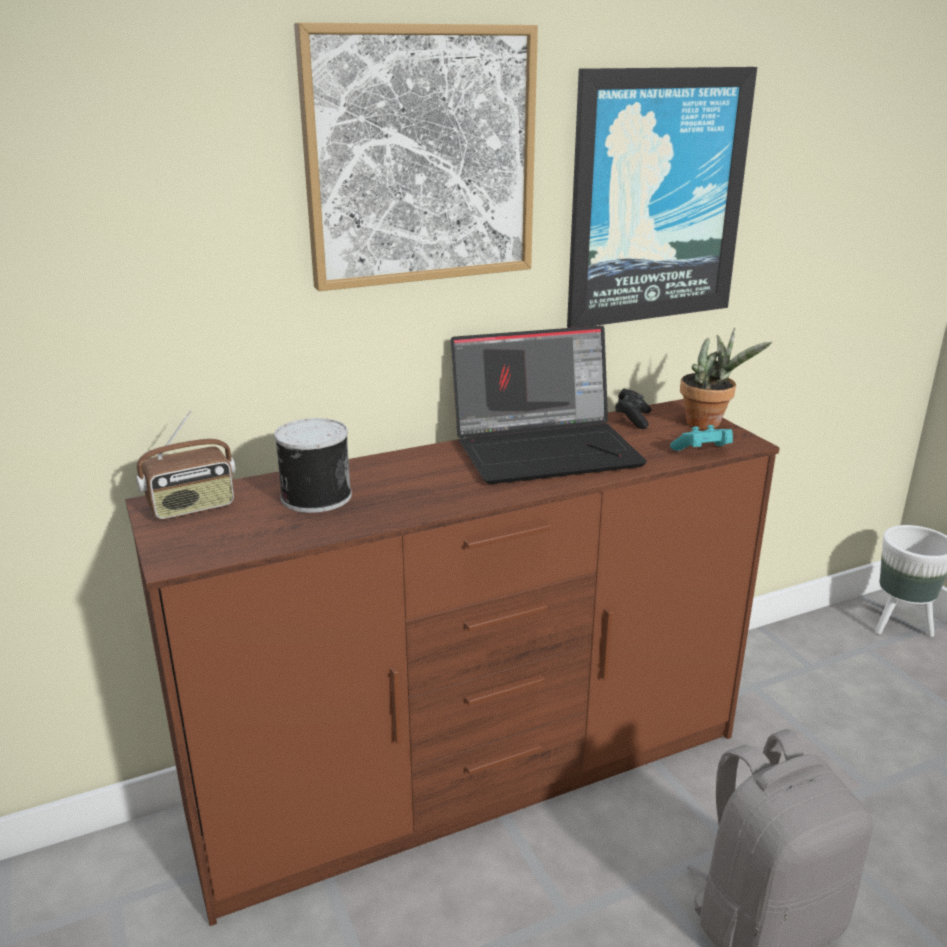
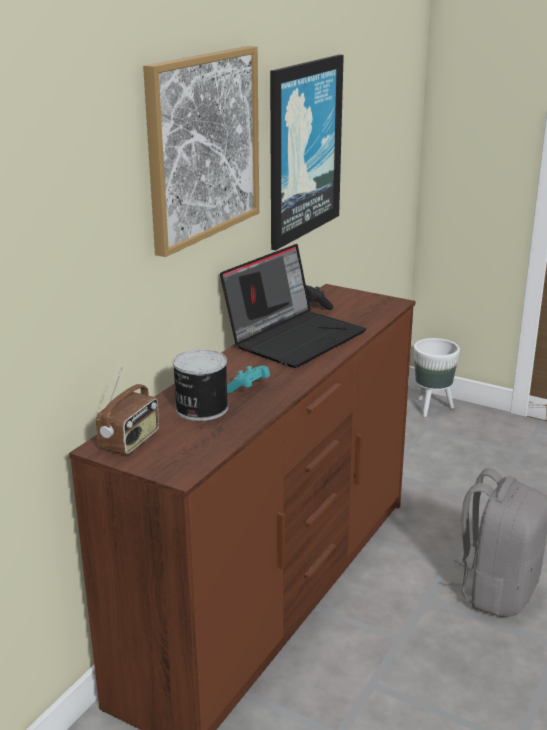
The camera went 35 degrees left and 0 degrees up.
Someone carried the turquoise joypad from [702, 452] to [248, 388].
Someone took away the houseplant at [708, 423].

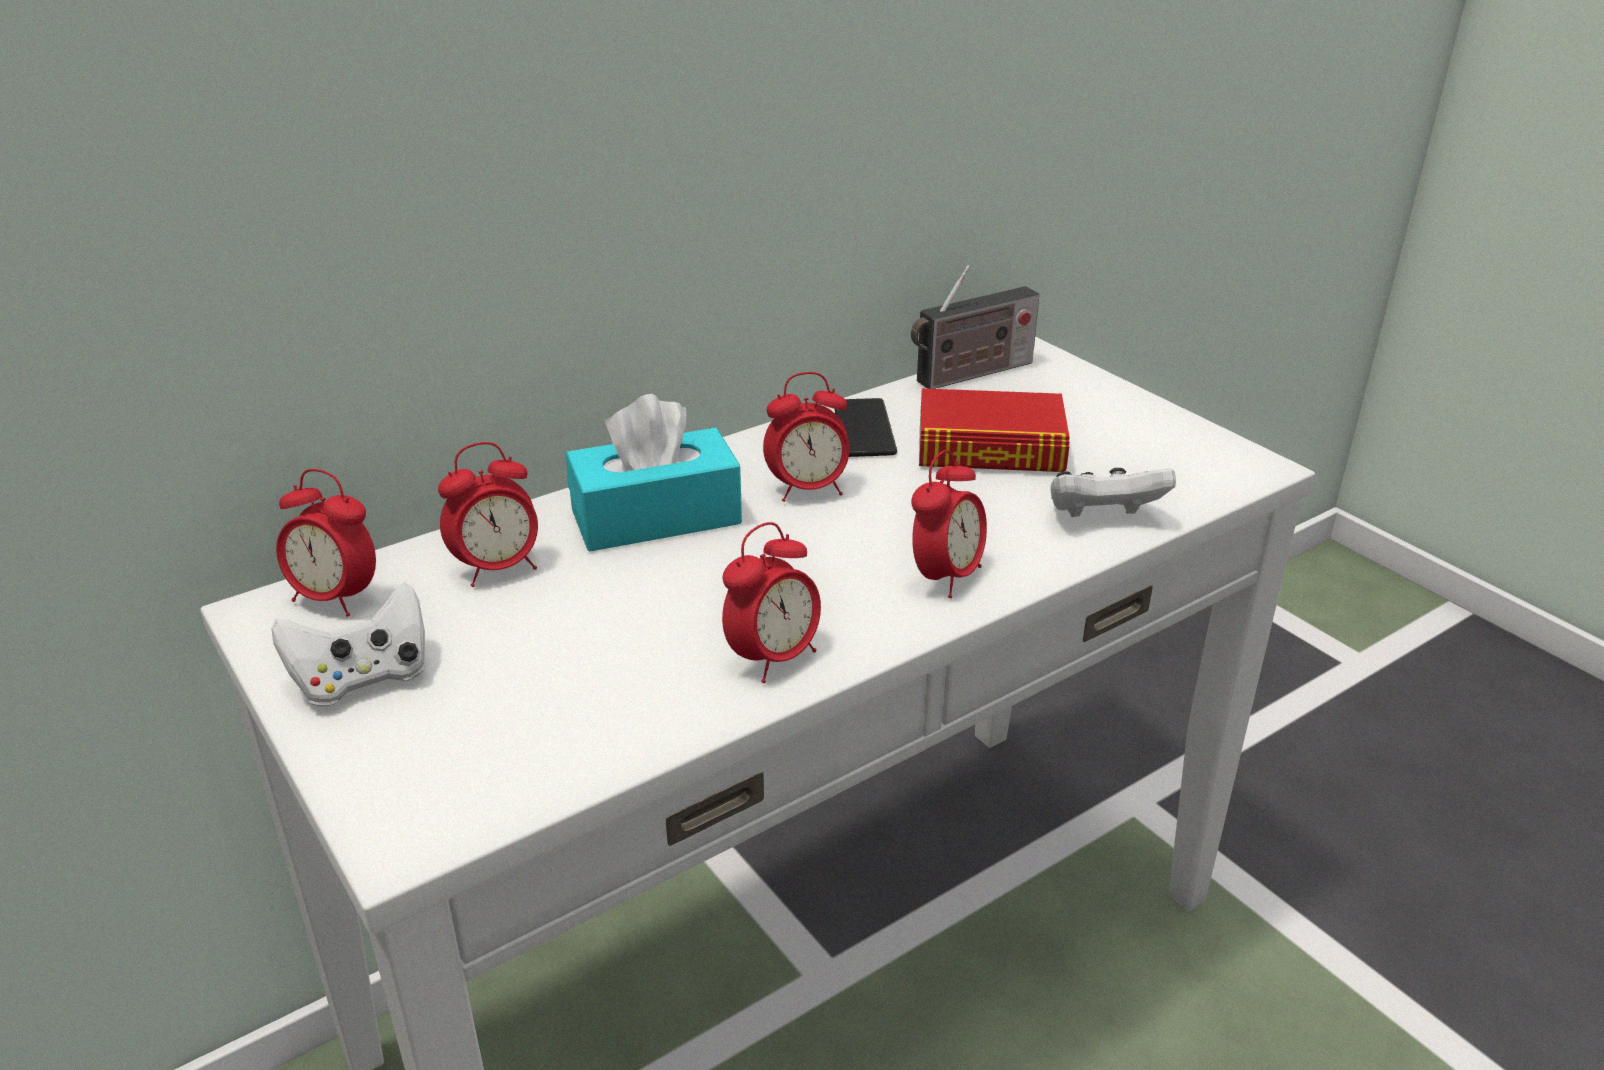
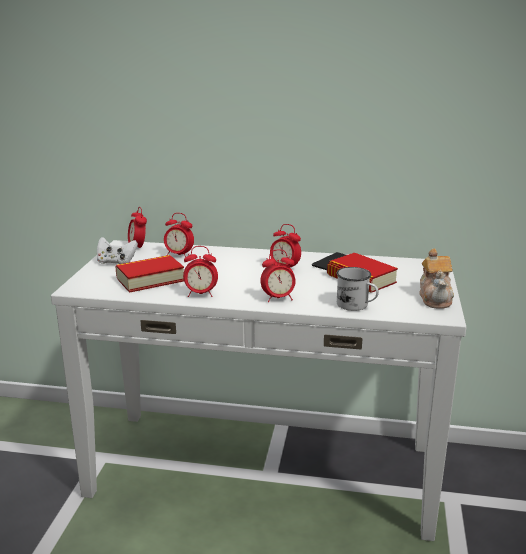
The camera went 45 degrees right and 10 degrees down.
Someone put down the book at [150, 279].
Someone swapped the white joypad at [1102, 517] for the white mug at [356, 306].
Someone put down the teapot at [435, 298].
Someone took away the turquoise tissue box at [656, 517].
Someone took away the radio receiver at [970, 374].

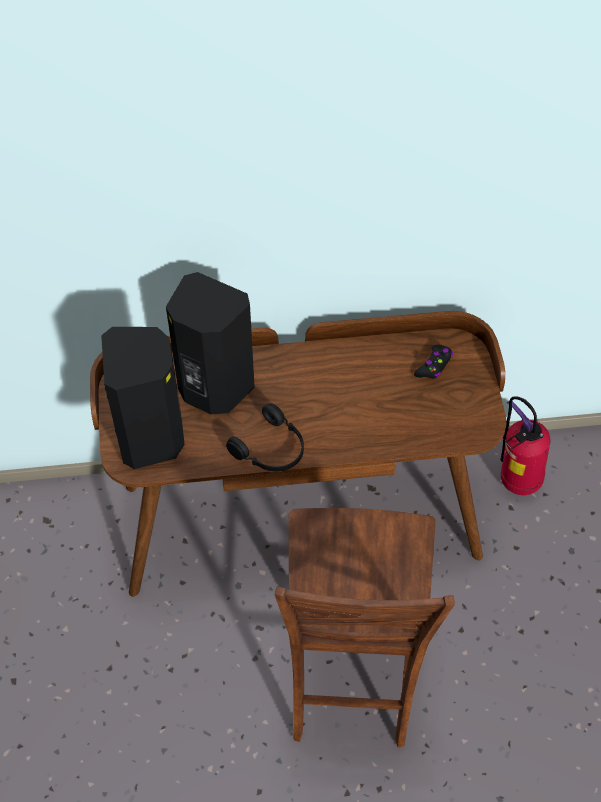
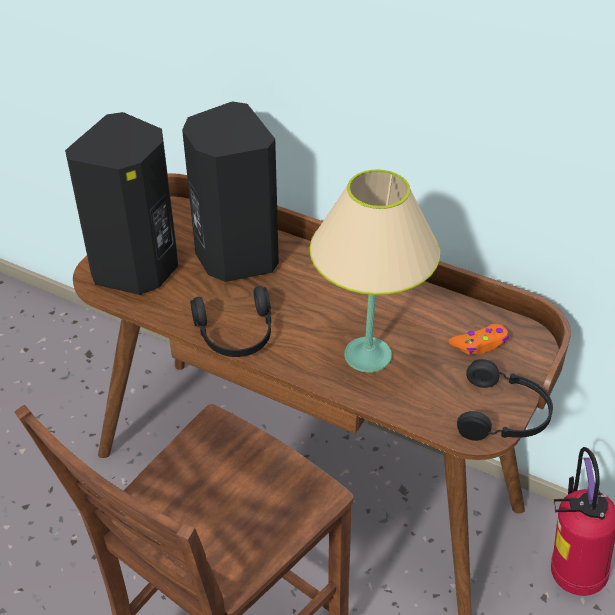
The camera went 35 degrees right and 10 degrees down.
Someone put down the beige-coloured lamp for a table at [368, 355].
Someone repainted the black joypad at [434, 366], which became the orange-coloured joypad at [480, 344].
Someone put down the black headset at [504, 415].

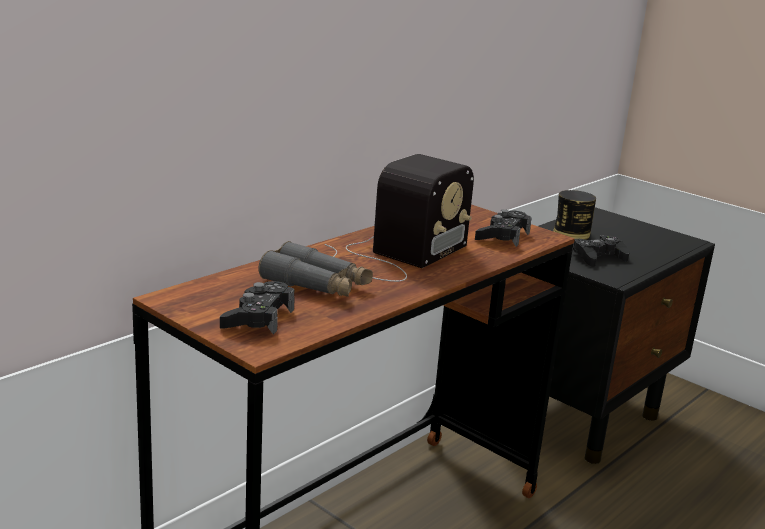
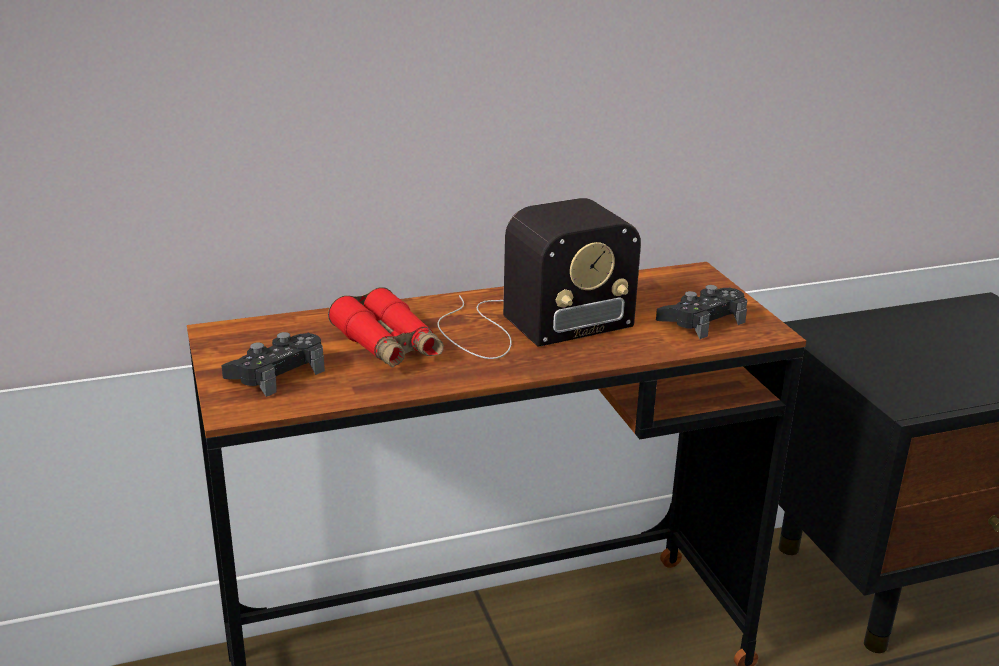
The camera went 30 degrees right and 5 degrees up.
Someone repainted the grey pair of binoculars at [316, 284], which became the red pair of binoculars at [388, 345].
Someone took away the metal can at [571, 234].
Someone took away the black joypad at [598, 257].

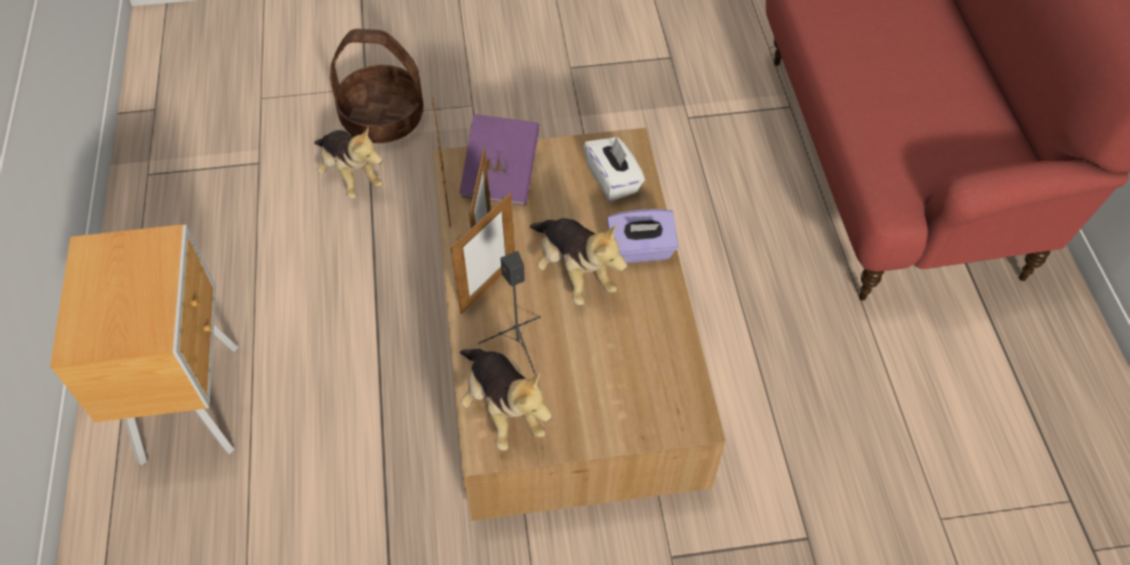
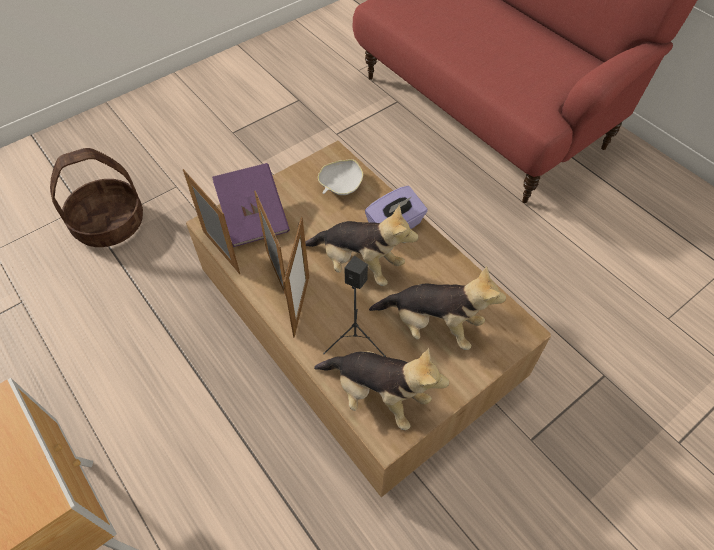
The camera went 30 degrees left and 0 degrees up.
Someone swapped the white tissue box at [613, 180] for the white bowl at [340, 185].
Someone carried the plush toy from [350, 175] to [433, 325].

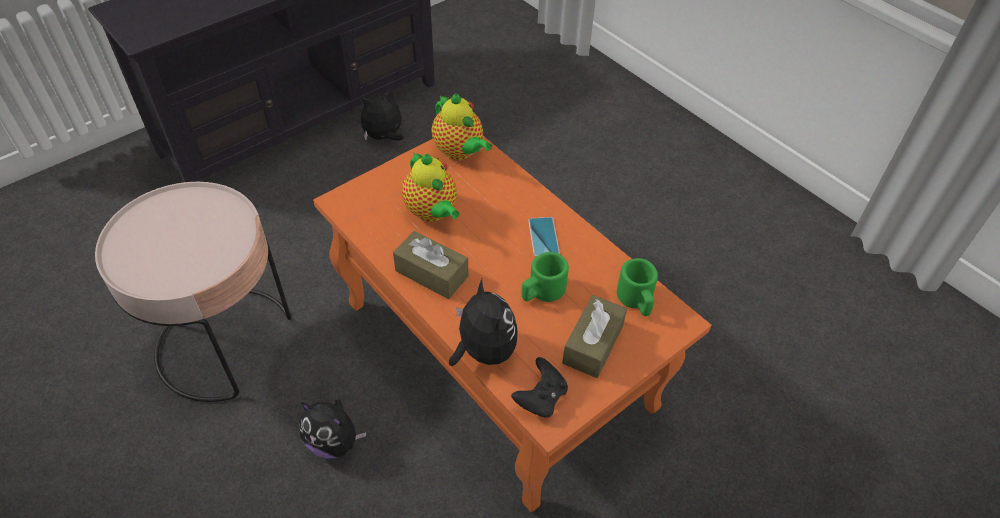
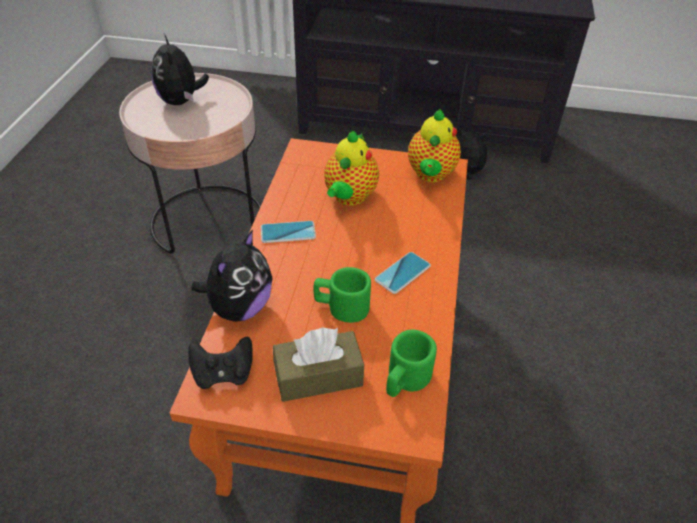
The camera went 50 degrees right and 5 degrees down.
Someone carried the plush toy from [334, 442] to [181, 101].
Someone swapped the brown tissue box at [431, 273] for the phone at [288, 232].

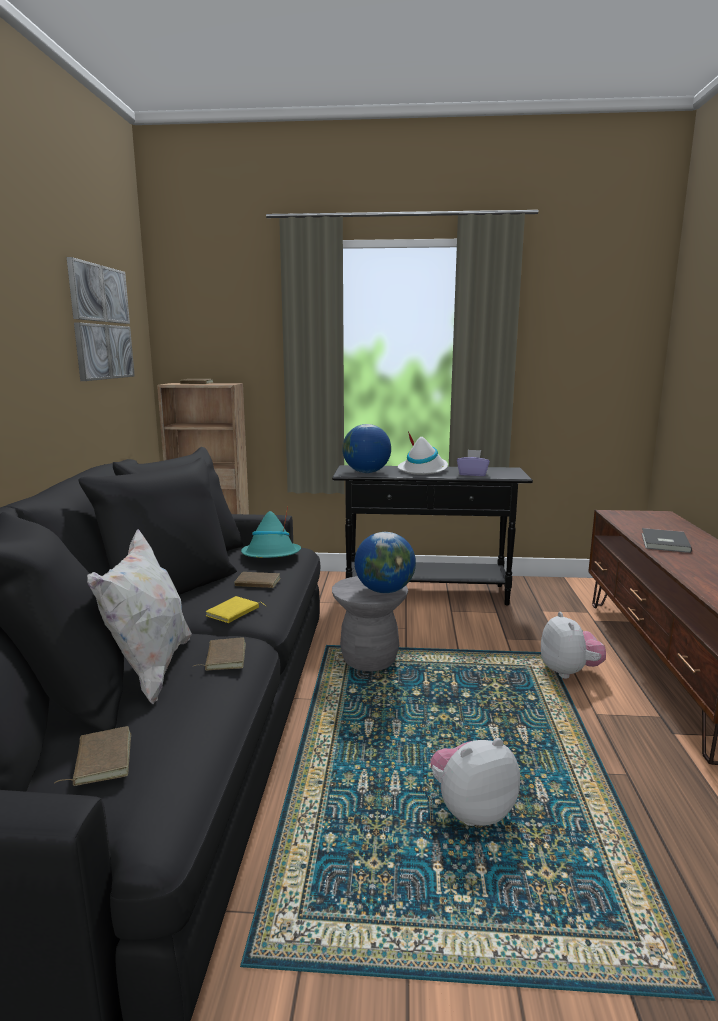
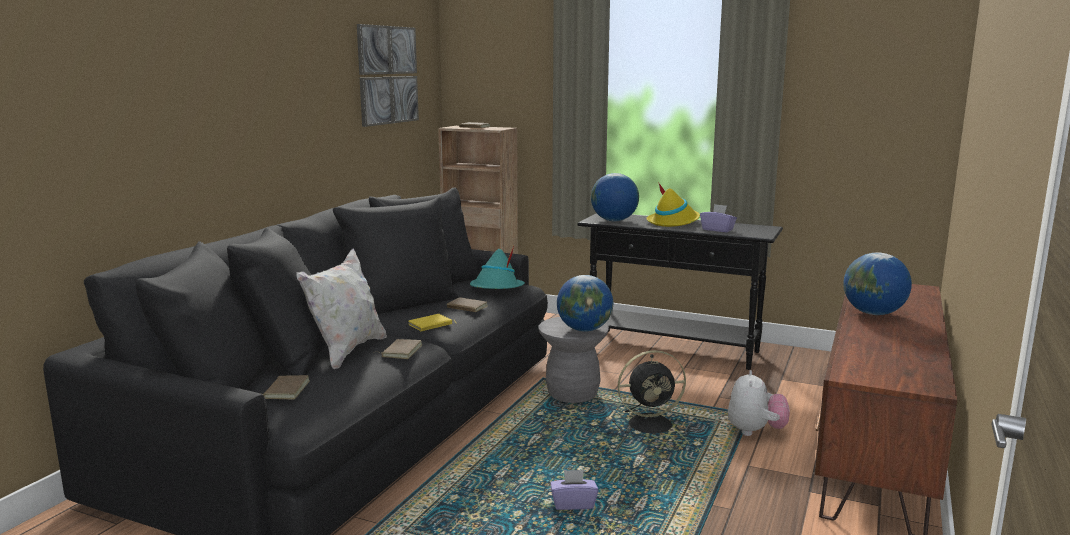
The camera went 20 degrees right and 0 degrees up.
Someone swapped the plush toy at [471, 810] for the purple tissue box at [573, 504].
Someone put down the black fan at [652, 424].
Someone repainted the white wearable hat at [423, 470], which became the yellowish wearable hat at [673, 222].
Someone swapped the grey book at [663, 542] for the globe at [873, 313].

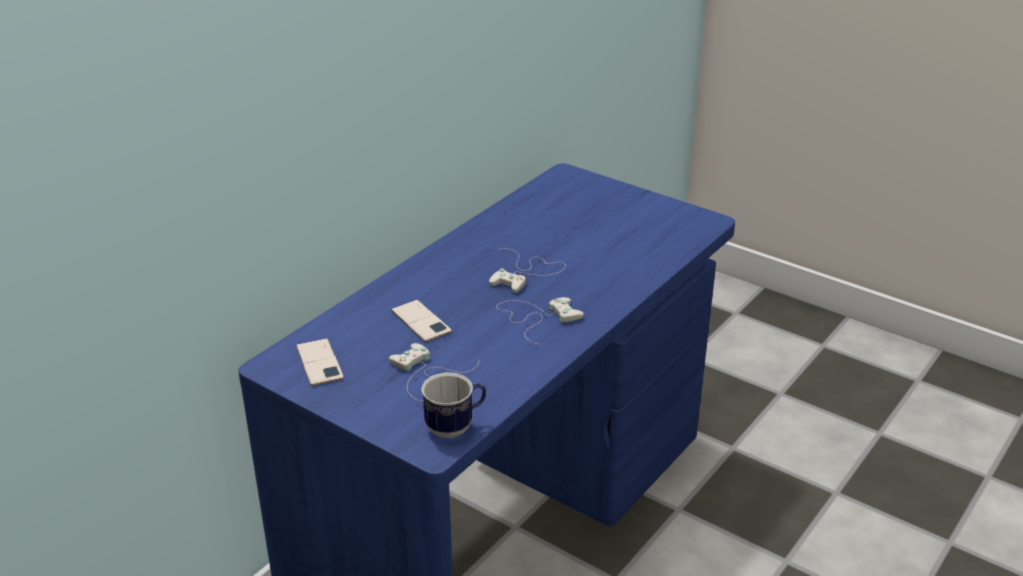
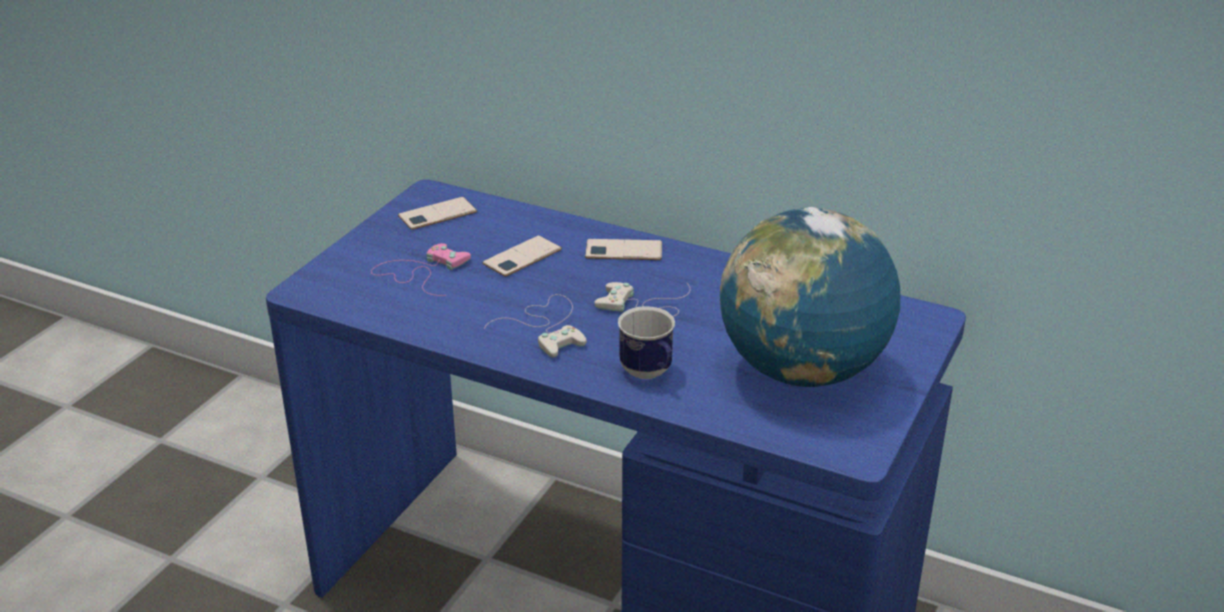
The camera went 80 degrees right and 0 degrees up.
Someone repainted the white joypad at [426, 376], which became the pink-coloured joypad at [421, 272].
Someone put down the phone at [623, 251].
Someone carried the mug from [455, 427] to [650, 374].
Someone put down the globe at [802, 371].

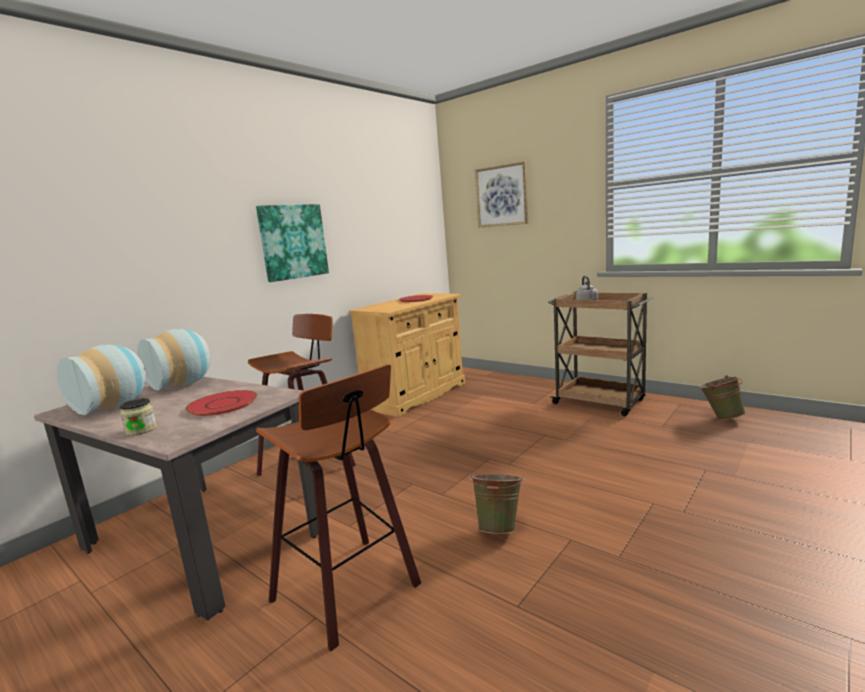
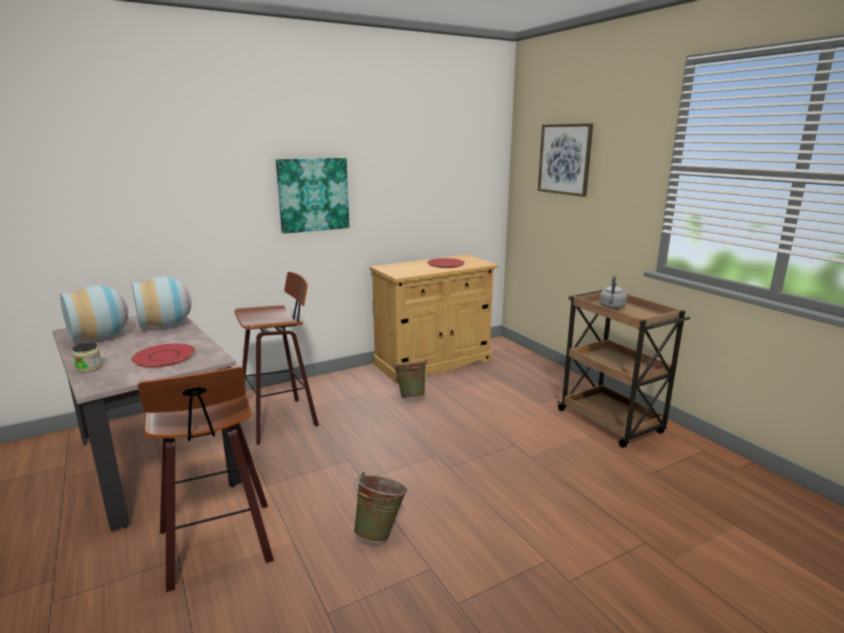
The camera went 20 degrees right and 5 degrees up.
Someone carried the green-coloured water bucket from [720, 417] to [411, 396].

